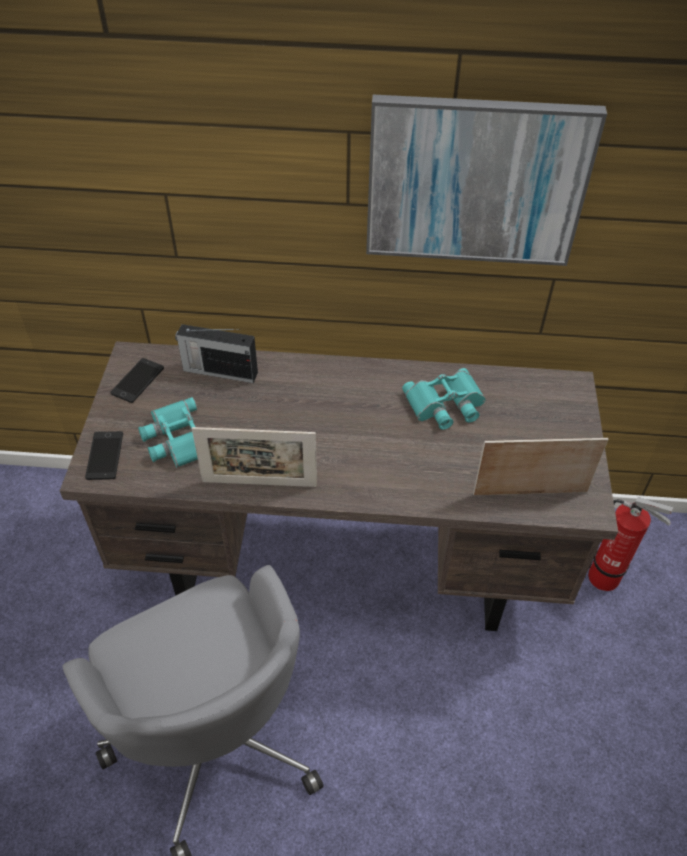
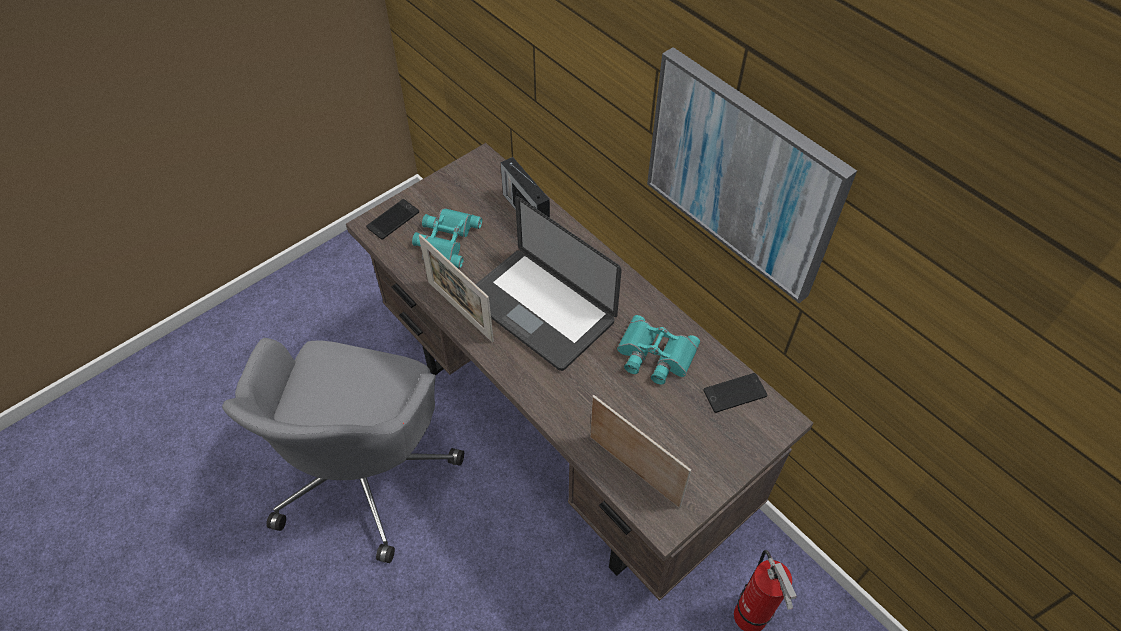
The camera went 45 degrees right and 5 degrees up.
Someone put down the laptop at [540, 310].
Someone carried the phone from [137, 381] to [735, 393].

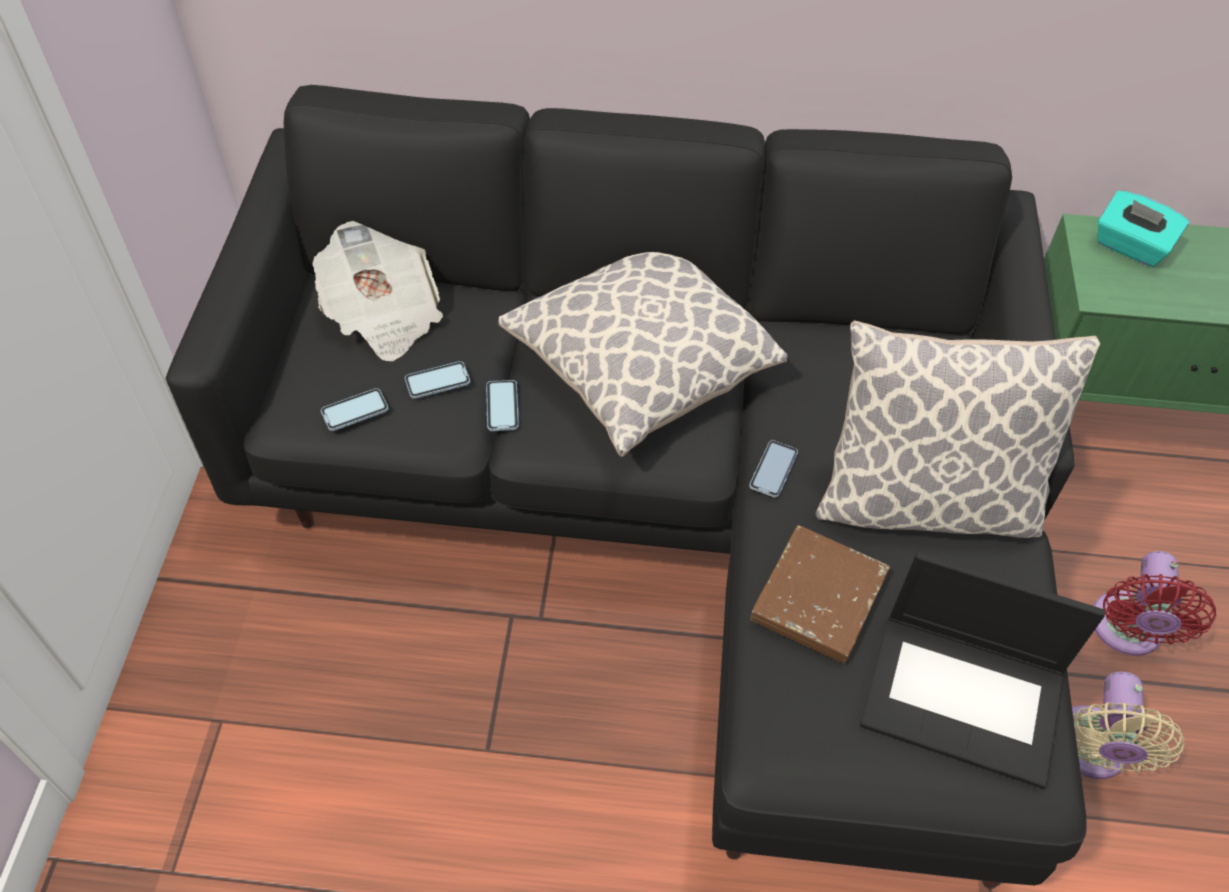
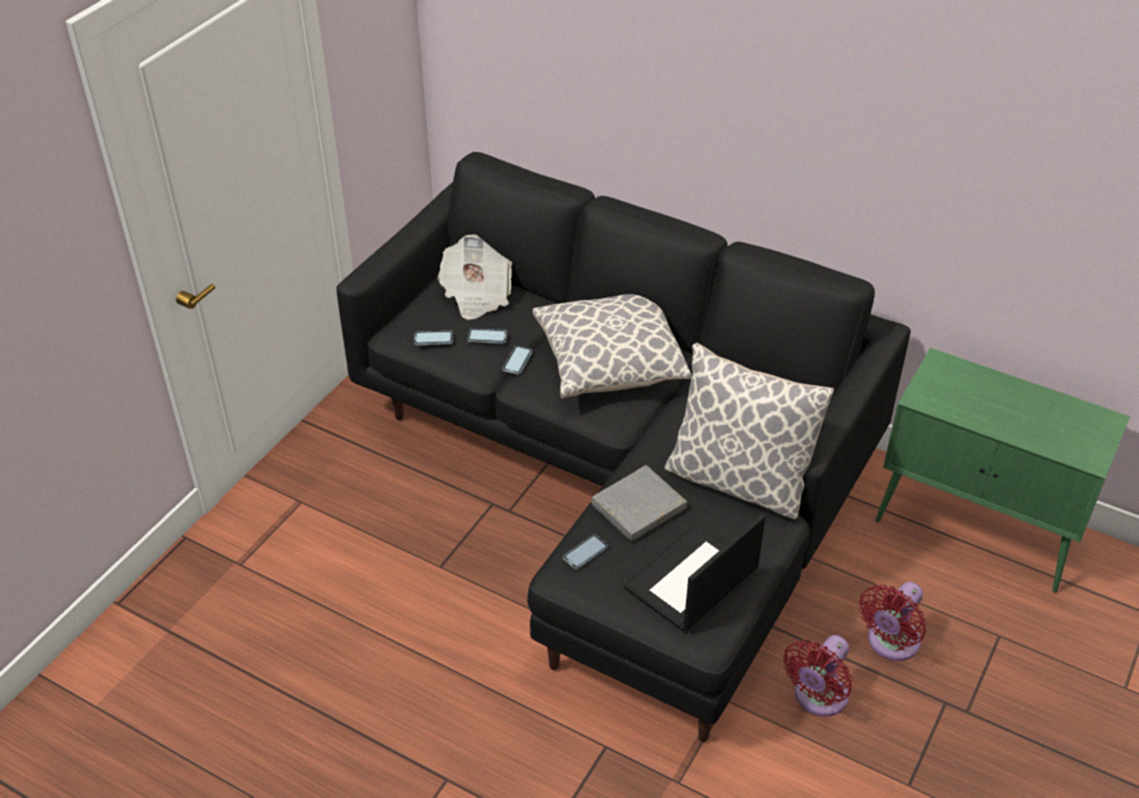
The camera went 25 degrees right and 10 degrees down.
Someone carried the phone from [773, 470] to [585, 552].
Someone repainted the brown book at [818, 598], which became the grey book at [638, 507].
Someone rotated the laptop at [965, 697] by 90 degrees clockwise.
Someone repainted the beige-coloured fan at [1090, 751], which became the red fan at [817, 698].
Someone took away the turquoise tissue box at [1130, 247].

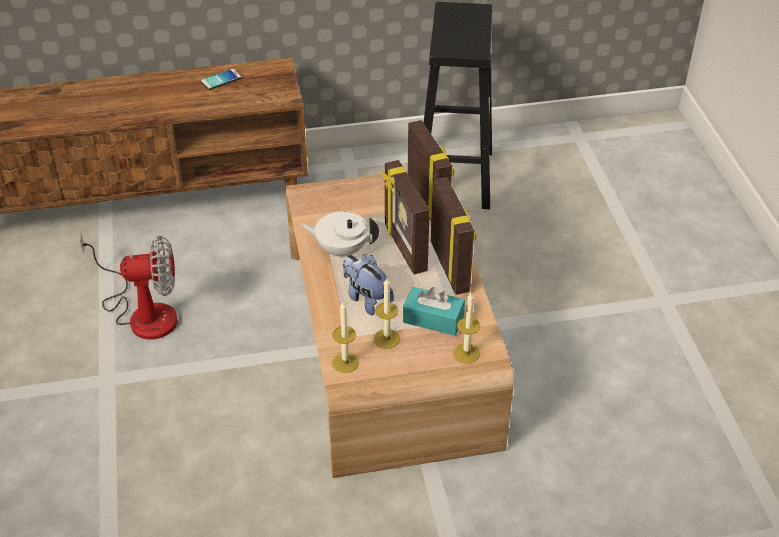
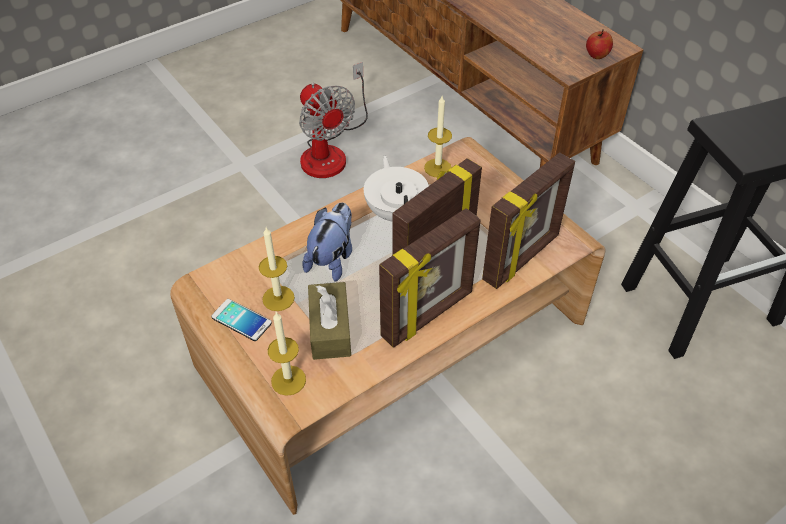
The camera went 65 degrees right and 5 degrees up.
Someone carried the phone from [221, 79] to [241, 320].
Someone repainted the turquoise tissue box at [433, 319], which became the brown tissue box at [330, 329].
Someone carried the wax candle from [345, 362] to [438, 168].
Someone put down the apple fruit at [596, 56].

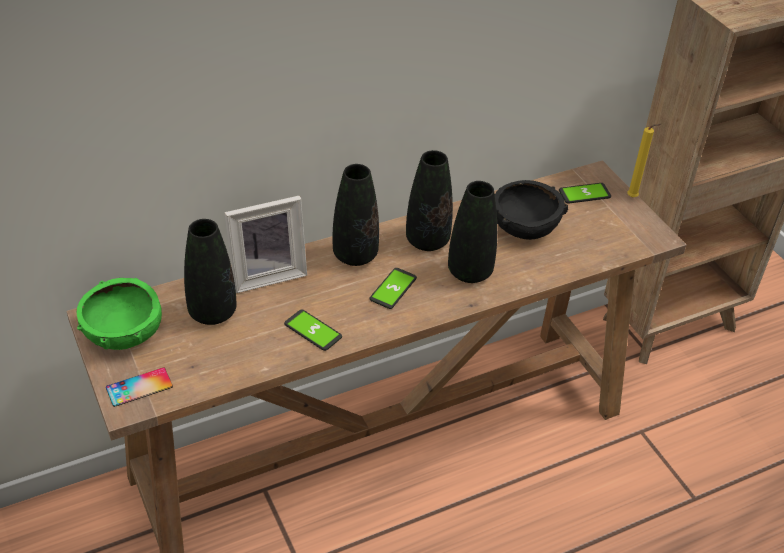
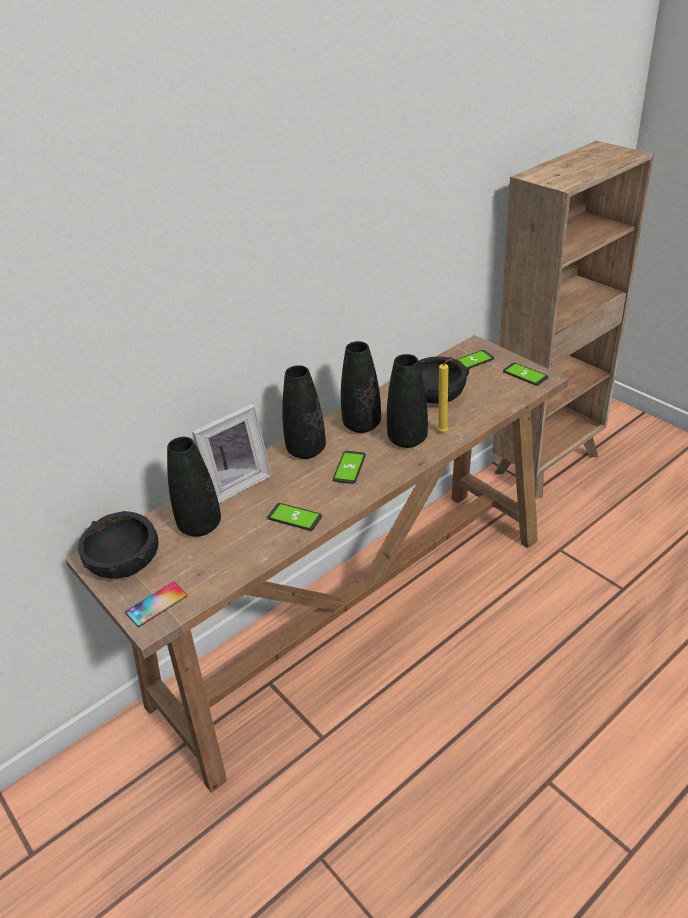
The camera went 10 degrees left and 5 degrees down.
Someone repainted the green-coloured bowl at [123, 331], which became the black bowl at [124, 562].
Someone carried the yellowish wax candle from [634, 198] to [444, 432].
Someone put down the phone at [525, 375].

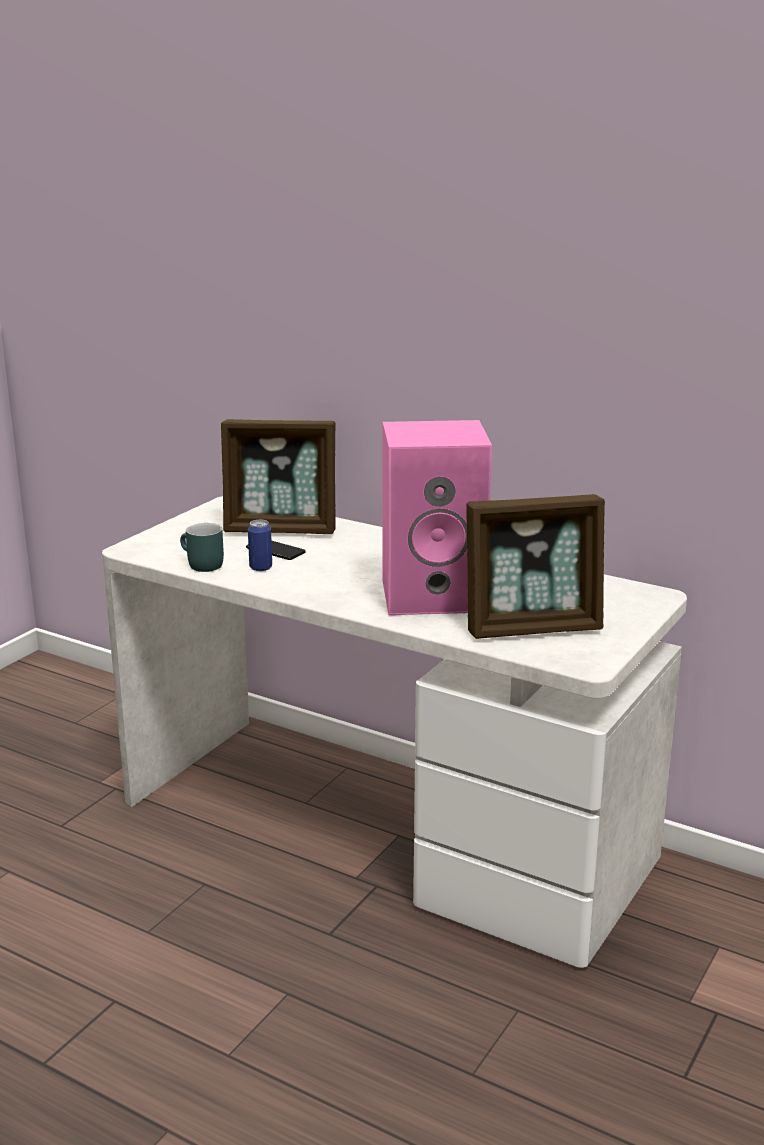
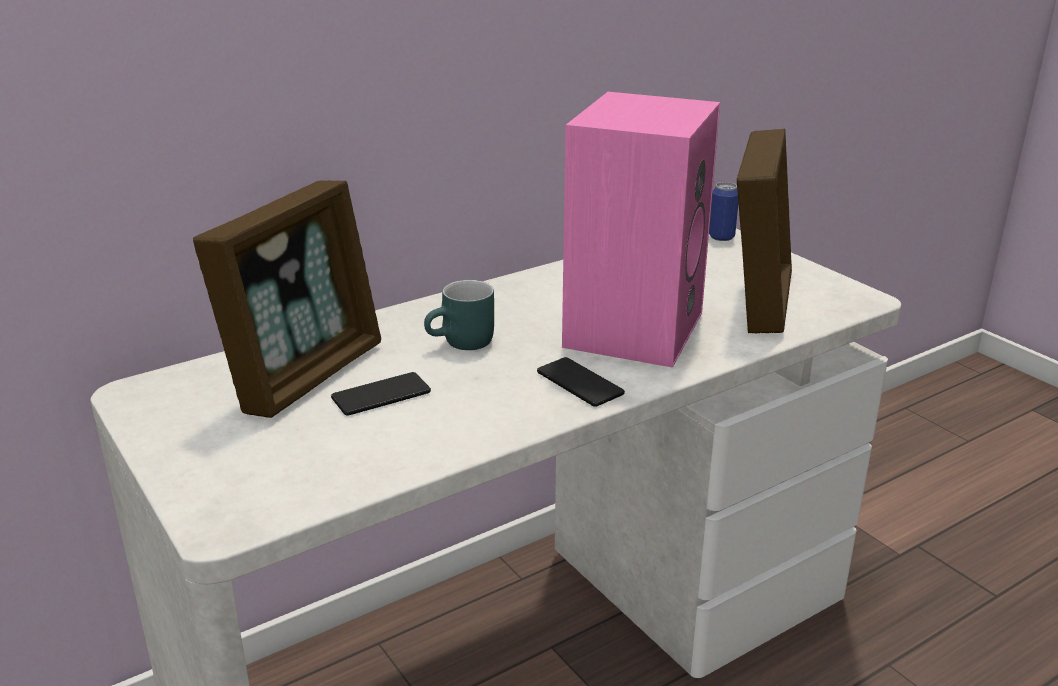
The camera went 65 degrees left and 5 degrees up.
Someone carried the turquoise mug from [200, 565] to [463, 344].
Someone put down the phone at [580, 383].
Someone carried the metal can from [260, 567] to [721, 237].

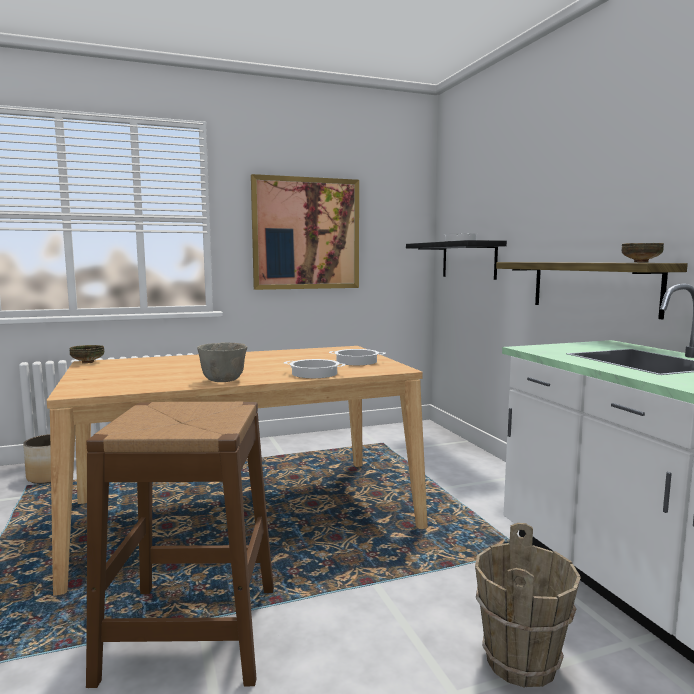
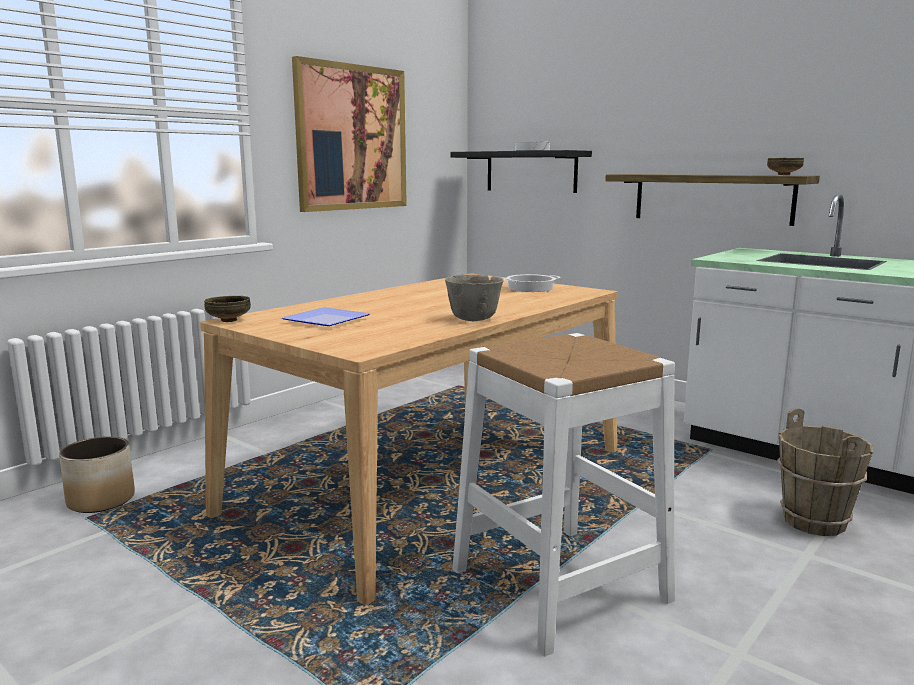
The camera went 30 degrees left and 5 degrees up.
Someone put down the dinner plate at [329, 320].
Someone repainted the brown sitting stool at [191, 632], which became the white sitting stool at [559, 585].
Someone took away the stockpot at [315, 373].

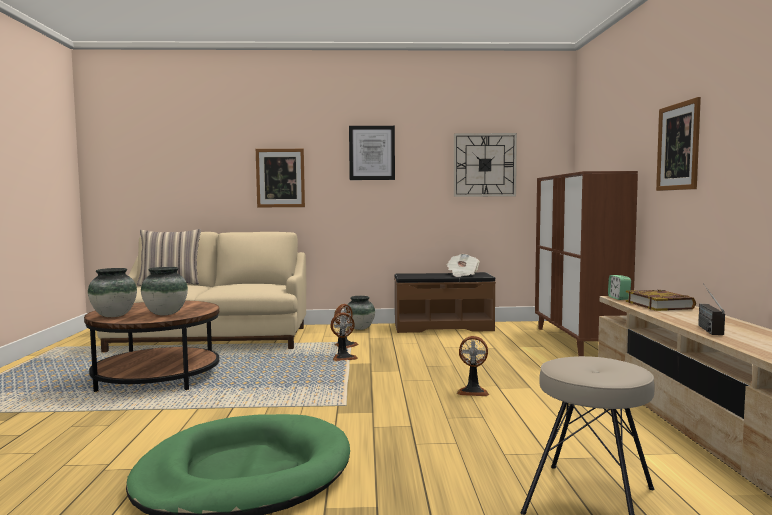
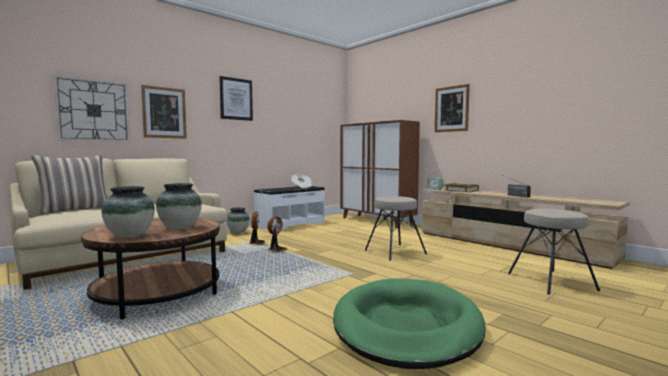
The camera went 40 degrees left and 0 degrees up.
Someone carried the wall clock from [484, 165] to [93, 110].
Someone repainted the brown indoor bench at [443, 327], which became the white indoor bench at [290, 224].
Someone swapped the fan at [473, 391] for the beige-coloured sitting stool at [394, 252].

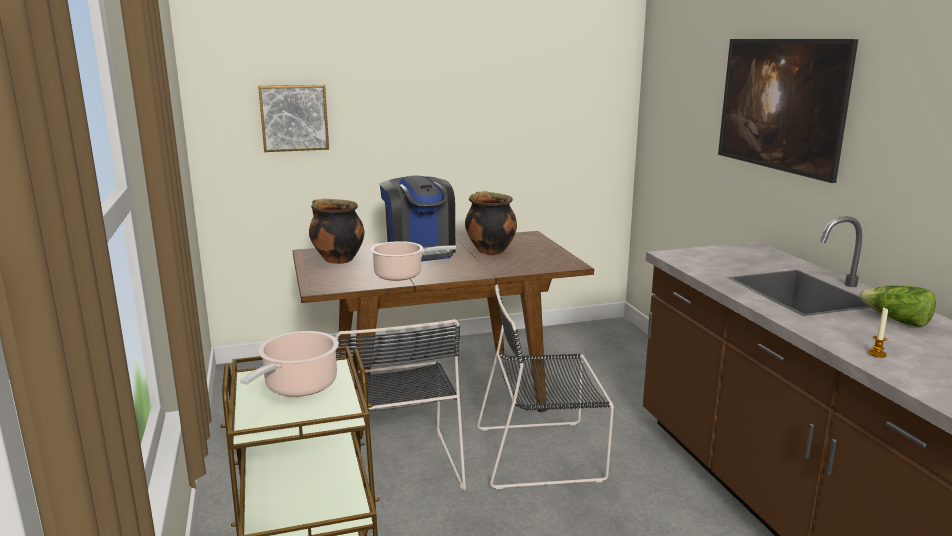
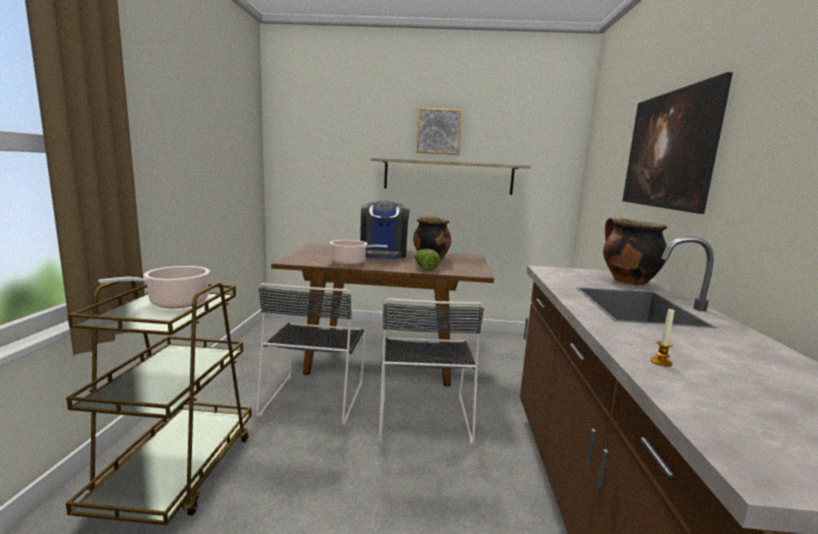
The camera went 20 degrees right and 5 degrees down.
Someone put up the bracket shelf at [448, 176].
Someone rotated the black upright chair at [543, 453] by 105 degrees counterclockwise.
Someone carried the lettuce from [896, 321] to [424, 268].
Someone carried the wall picture from [294, 117] to [439, 131].
Someone carried the stockpot from [337, 260] to [627, 281].

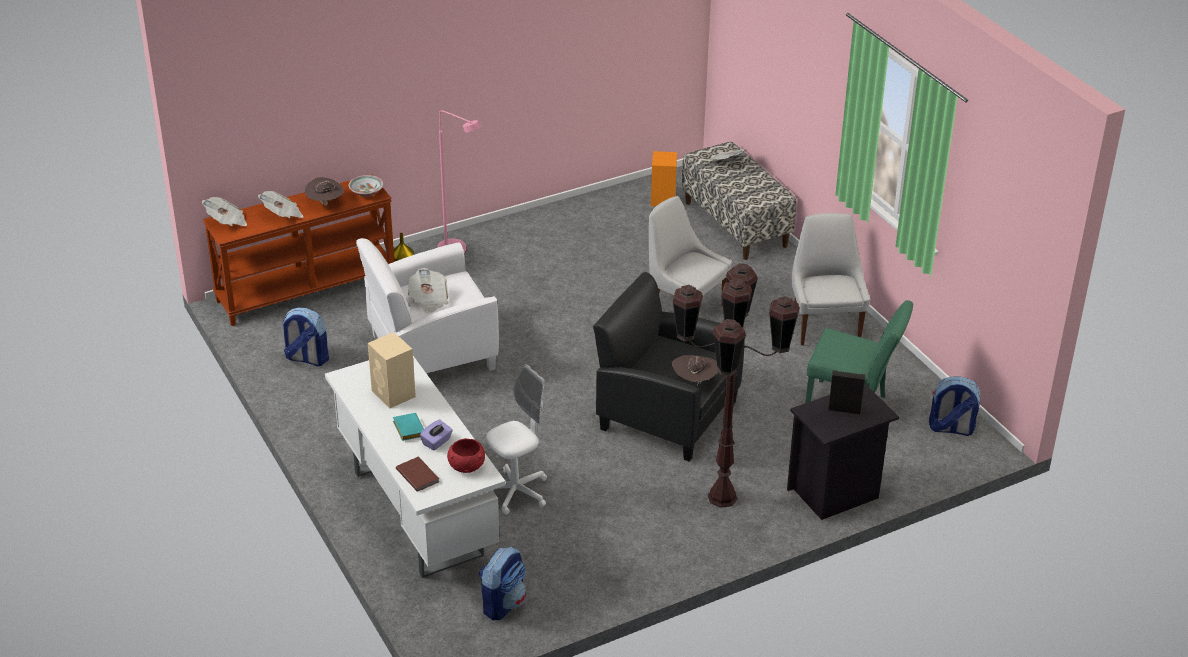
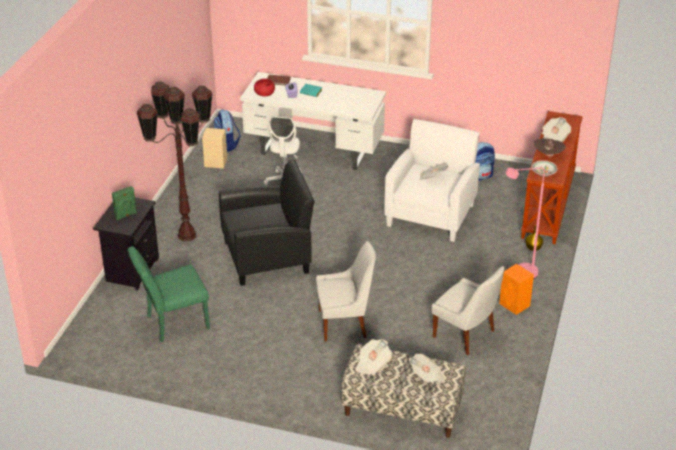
The camera went 135 degrees right and 0 degrees up.
Someone repainted the black loudspeaker at [844, 409], which became the green-coloured loudspeaker at [126, 215].
Someone carried the beige-coloured loudspeaker from [394, 394] to [215, 162].
Someone carried the newspaper from [227, 222] to [372, 365].
Someone carried the white upright chair from [825, 326] to [466, 335].
Someone carried the orange-coloured loudspeaker from [663, 198] to [515, 305].
Someone took away the brown wearable hat at [695, 381].
Someone took away the backpack at [950, 428].

